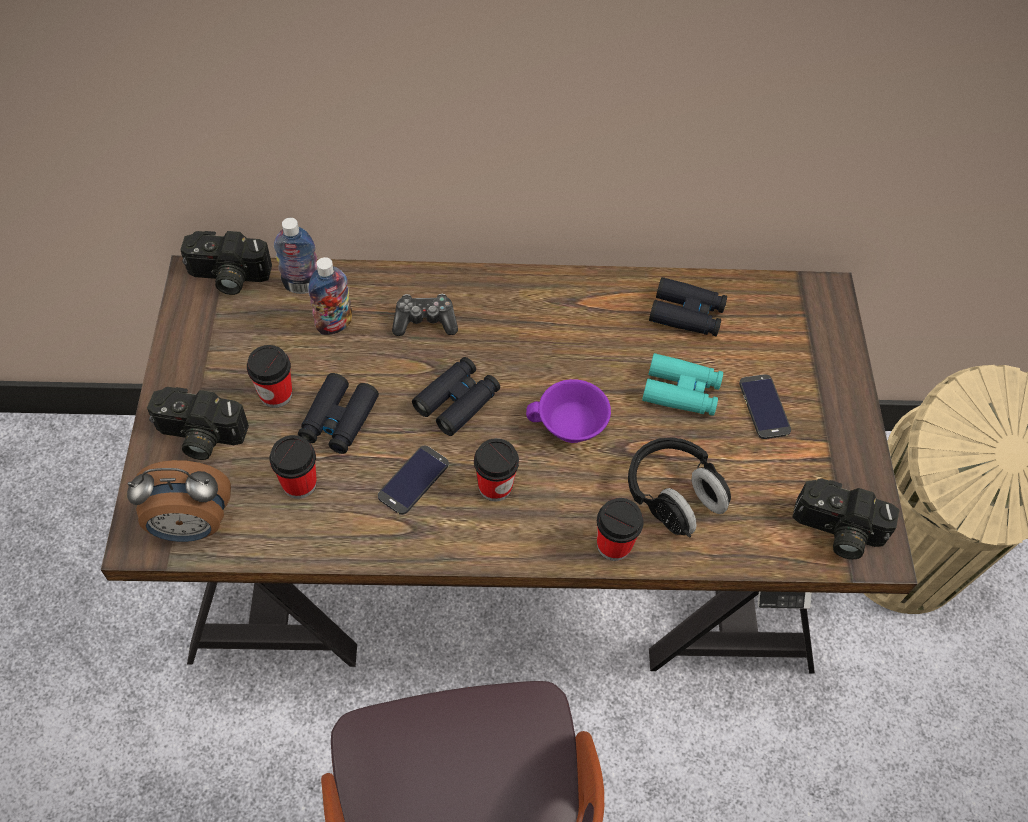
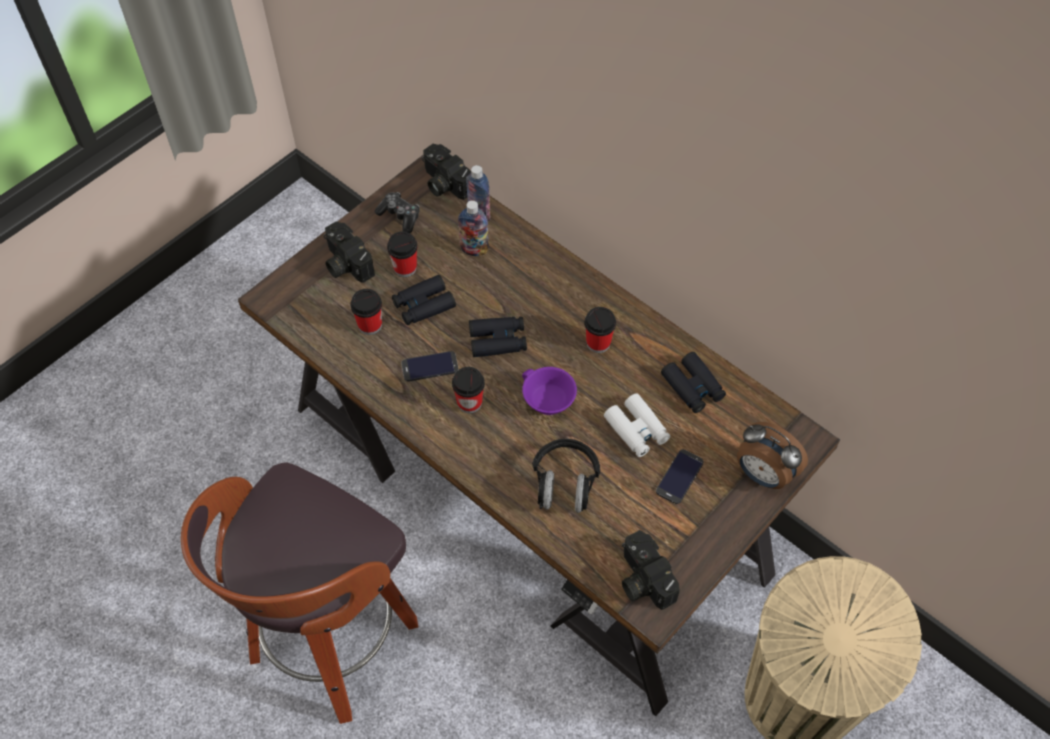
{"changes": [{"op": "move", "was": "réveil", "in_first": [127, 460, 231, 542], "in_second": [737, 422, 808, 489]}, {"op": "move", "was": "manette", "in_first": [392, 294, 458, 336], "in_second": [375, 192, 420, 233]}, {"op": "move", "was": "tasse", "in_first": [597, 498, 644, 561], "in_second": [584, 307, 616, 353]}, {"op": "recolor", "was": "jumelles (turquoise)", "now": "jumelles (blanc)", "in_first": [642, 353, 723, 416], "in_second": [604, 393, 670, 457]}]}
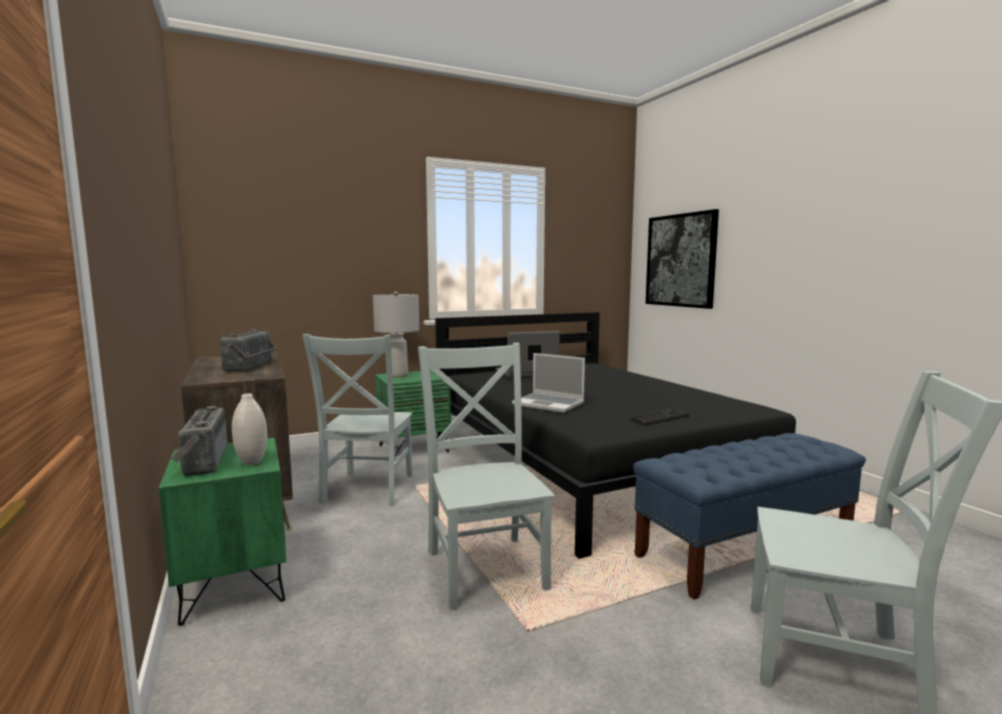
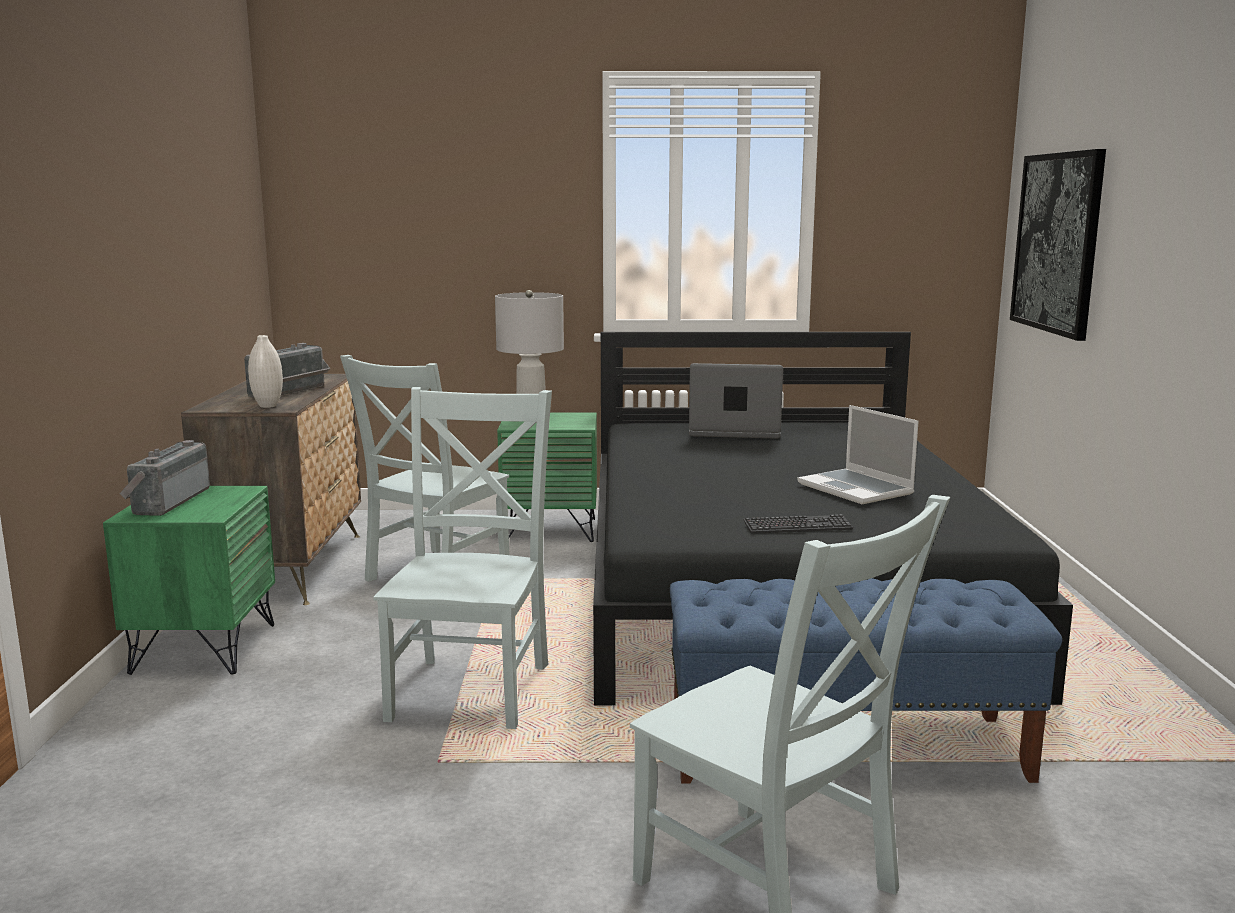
{"changes": [{"op": "move", "was": "vase (blanc)", "in_first": [232, 393, 267, 466], "in_second": [248, 335, 283, 408]}, {"op": "move", "was": "ordinateur portable", "in_first": [512, 353, 585, 413], "in_second": [798, 405, 919, 504]}]}
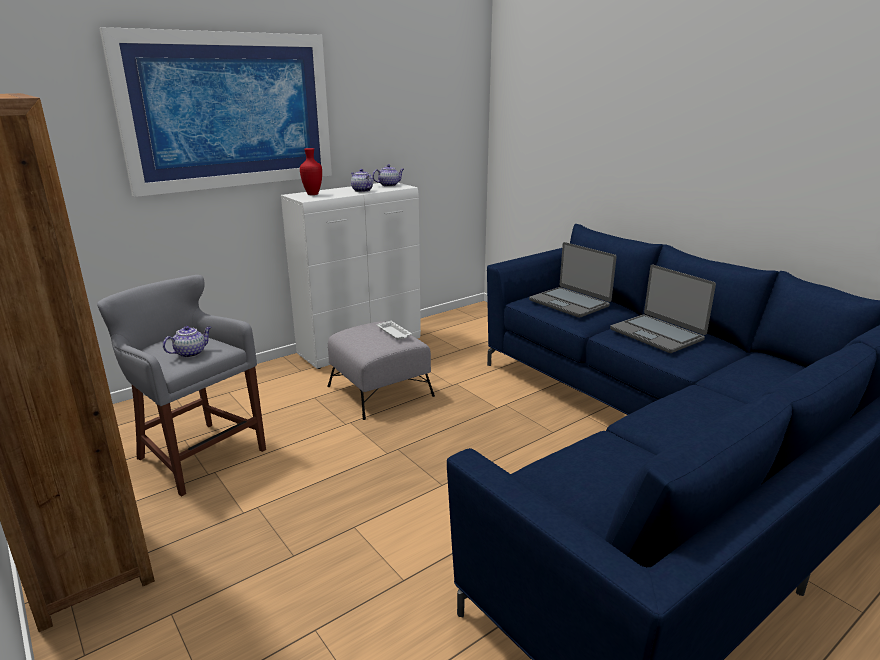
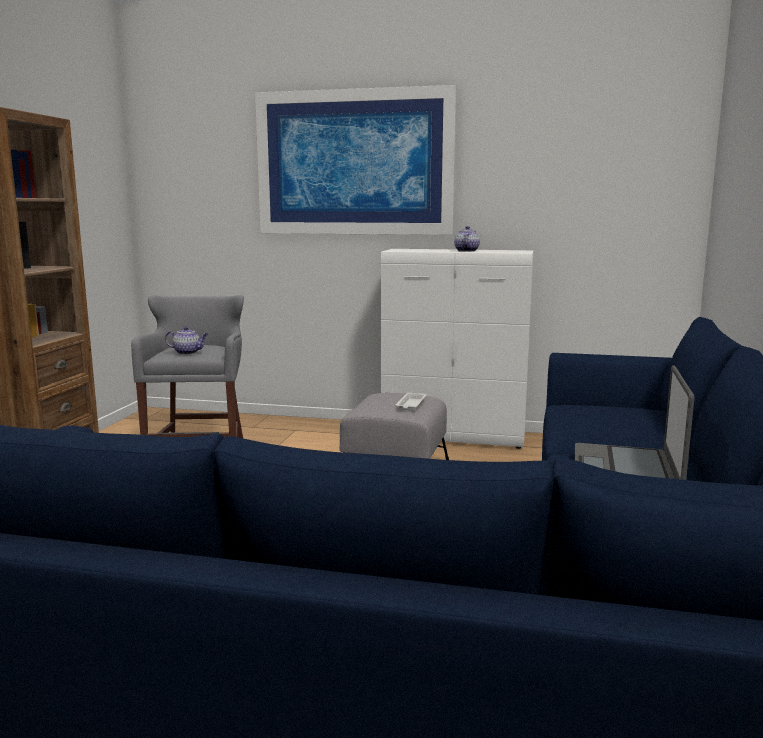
{"changes": [{"op": "delete", "was": "vase (rouge)", "in_first": [300, 148, 322, 195]}, {"op": "delete", "was": "théière", "in_first": [372, 164, 404, 187]}, {"op": "delete", "was": "ordinateur portable", "in_first": [529, 242, 617, 318]}]}
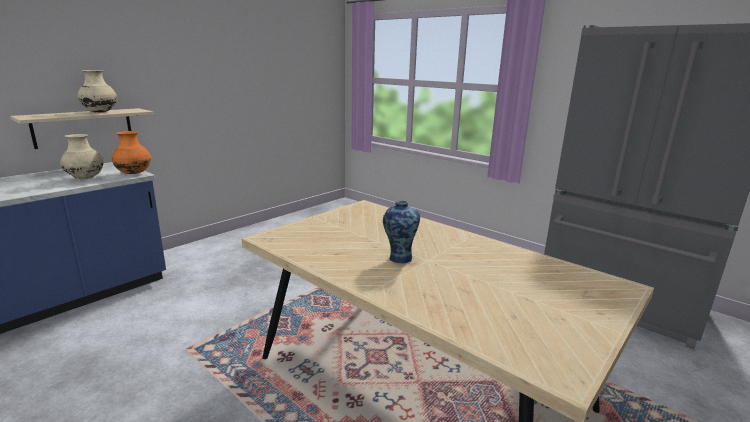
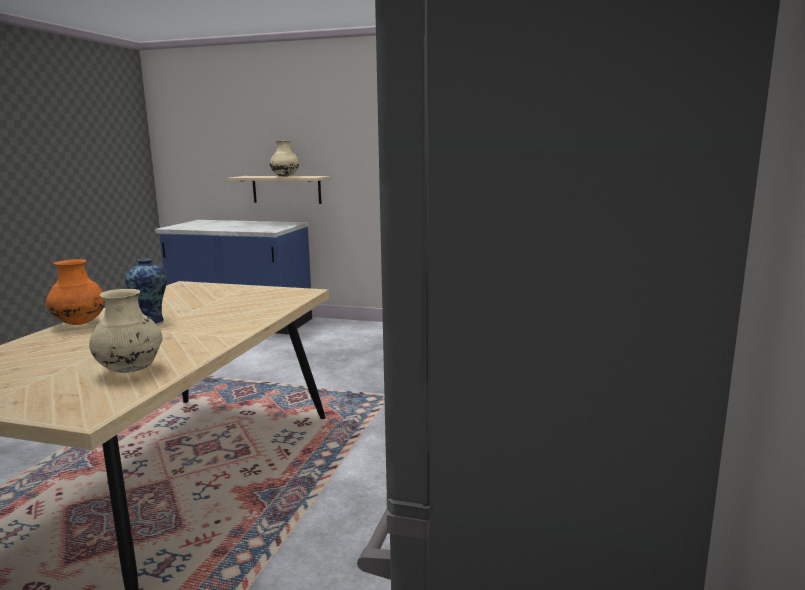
{"changes": [{"op": "move", "was": "vase (beige)", "in_first": [60, 134, 104, 179], "in_second": [89, 289, 162, 373]}, {"op": "move", "was": "vase (orange)", "in_first": [111, 131, 151, 174], "in_second": [46, 259, 105, 325]}]}
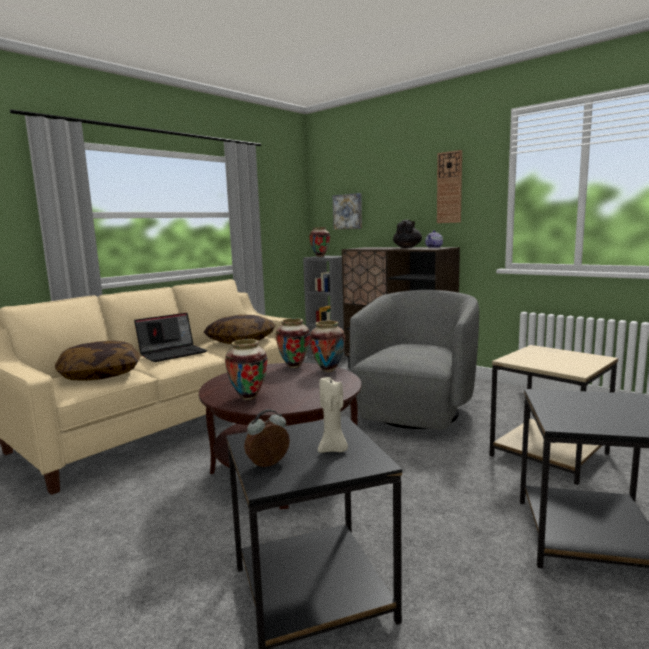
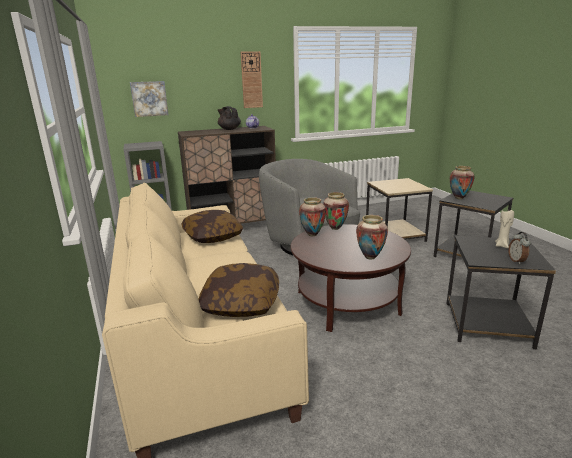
{"changes": [{"op": "delete", "was": "ordinateur portable", "in_first": [134, 313, 207, 362]}, {"op": "move", "was": "vase", "in_first": [309, 227, 330, 257], "in_second": [450, 166, 475, 199]}]}
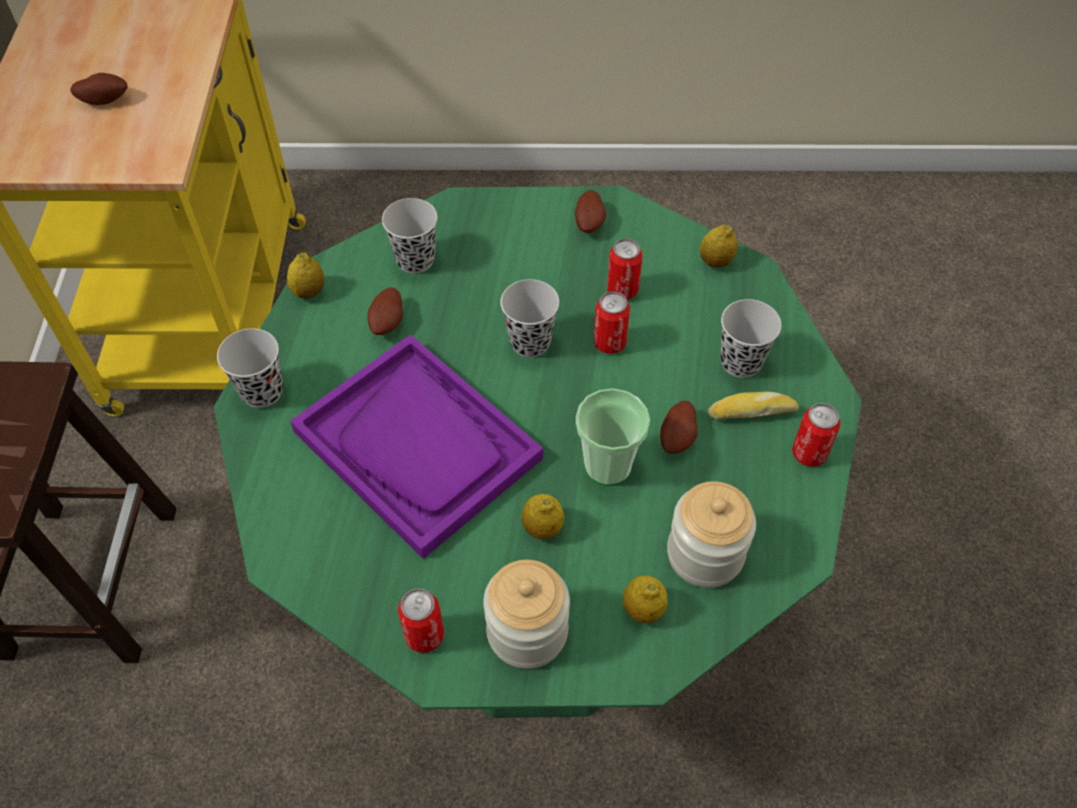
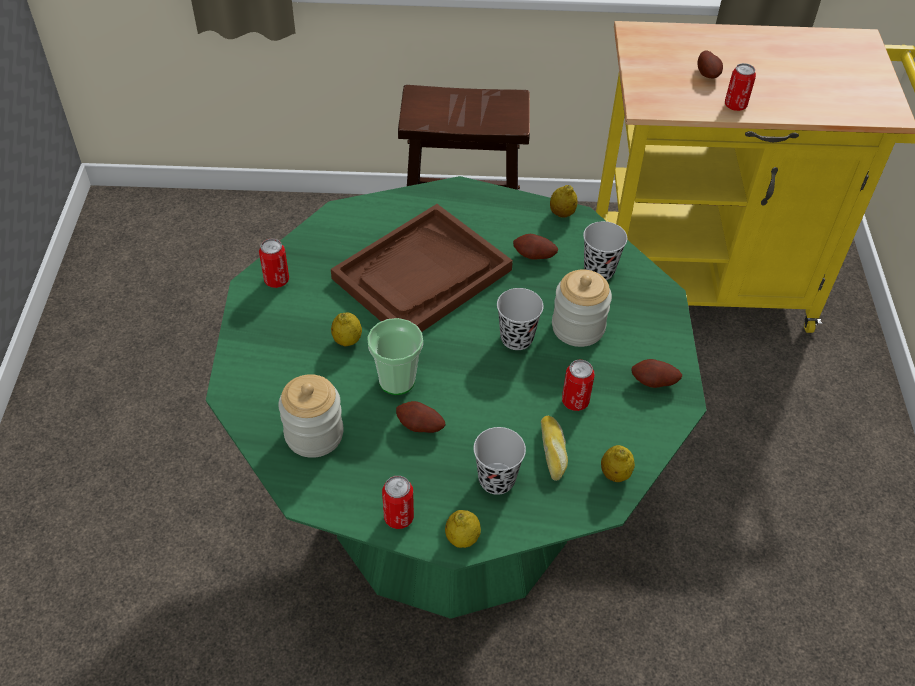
{"changes": [{"op": "delete", "was": "tasse (noir)", "in_first": [217, 328, 283, 408]}, {"op": "recolor", "was": "plateau (violet)", "now": "plateau (marron)", "in_first": [290, 334, 543, 559], "in_second": [331, 204, 513, 332]}, {"op": "move", "was": "bocal", "in_first": [483, 560, 570, 669], "in_second": [552, 270, 612, 347]}, {"op": "move", "was": "boîte métallique", "in_first": [594, 291, 630, 354], "in_second": [725, 63, 756, 111]}, {"op": "move", "was": "citron", "in_first": [623, 576, 668, 623], "in_second": [445, 510, 481, 548]}, {"op": "move", "was": "pain", "in_first": [708, 392, 799, 420], "in_second": [541, 416, 568, 481]}]}
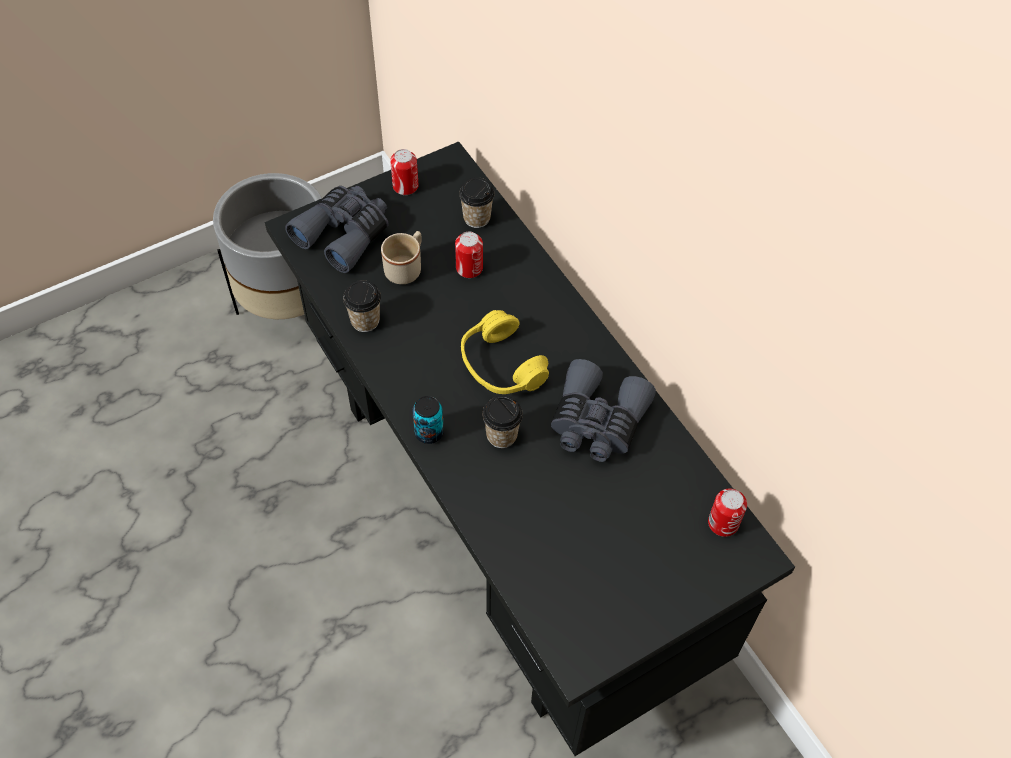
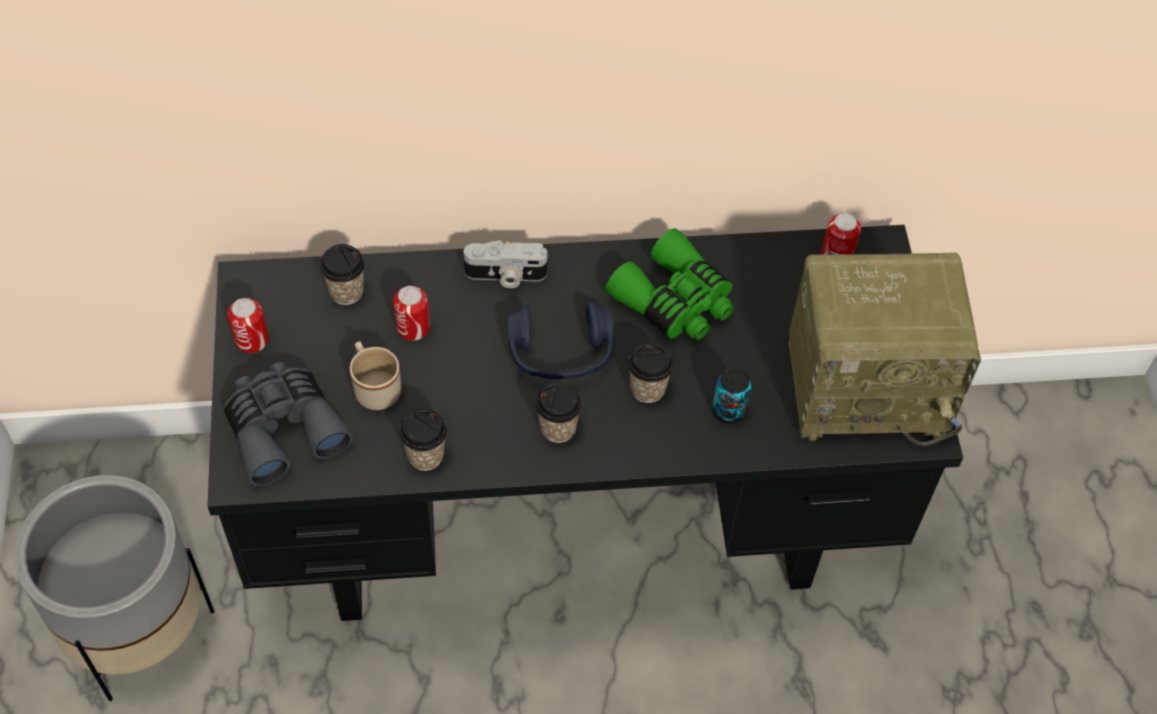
{"changes": [{"op": "move", "was": "boîte métallique", "in_first": [412, 396, 444, 444], "in_second": [712, 368, 751, 424]}, {"op": "recolor", "was": "casque audio (jaune)", "now": "casque audio (bleu)", "in_first": [461, 310, 549, 394], "in_second": [508, 302, 614, 379]}, {"op": "recolor", "was": "jumelles (gris)", "now": "jumelles (vert)", "in_first": [551, 359, 656, 462], "in_second": [606, 228, 734, 340]}, {"op": "insert", "now": "appareil photo", "in_second": [464, 240, 548, 288]}, {"op": "insert", "now": "tasse", "in_second": [535, 381, 582, 443]}, {"op": "insert", "now": "radio", "in_second": [789, 253, 981, 446]}]}
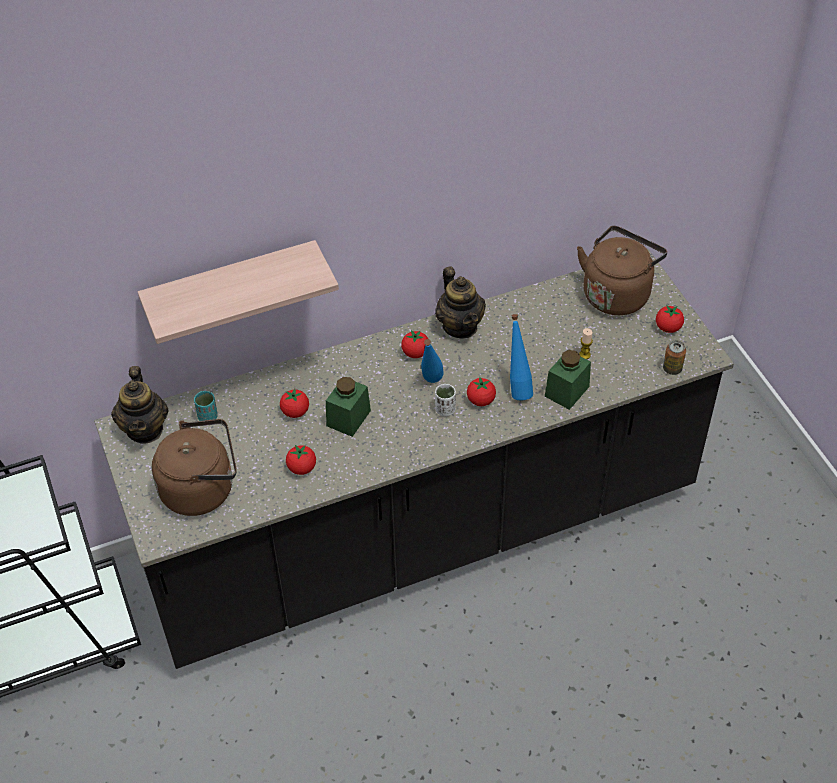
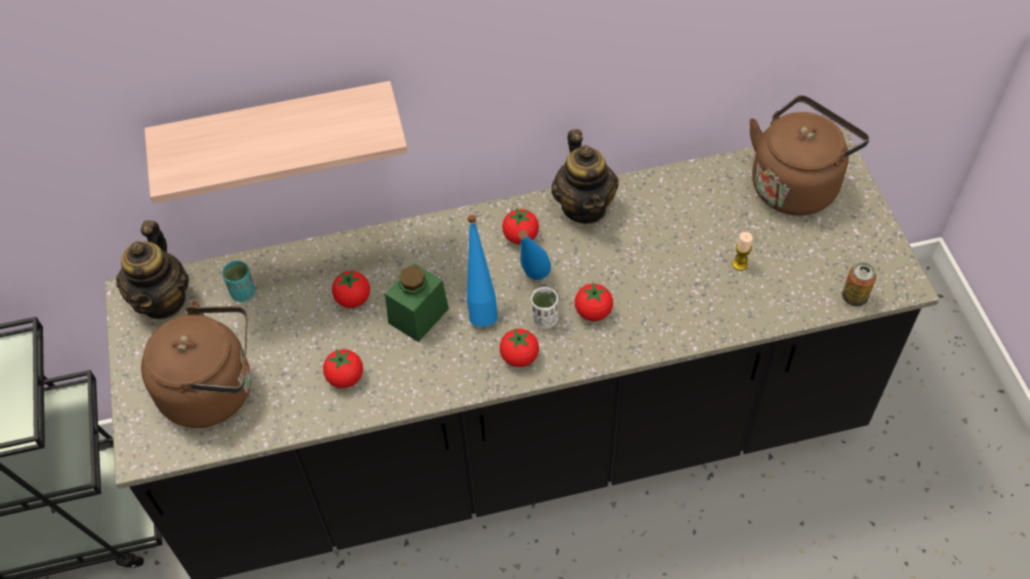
{"changes": [{"op": "move", "was": "bouteille (bleu)", "in_first": [510, 314, 533, 400], "in_second": [467, 215, 498, 327]}, {"op": "delete", "was": "bocal (vert)", "in_first": [545, 350, 591, 410]}, {"op": "move", "was": "tomate", "in_first": [656, 305, 684, 333], "in_second": [500, 328, 539, 367]}]}
